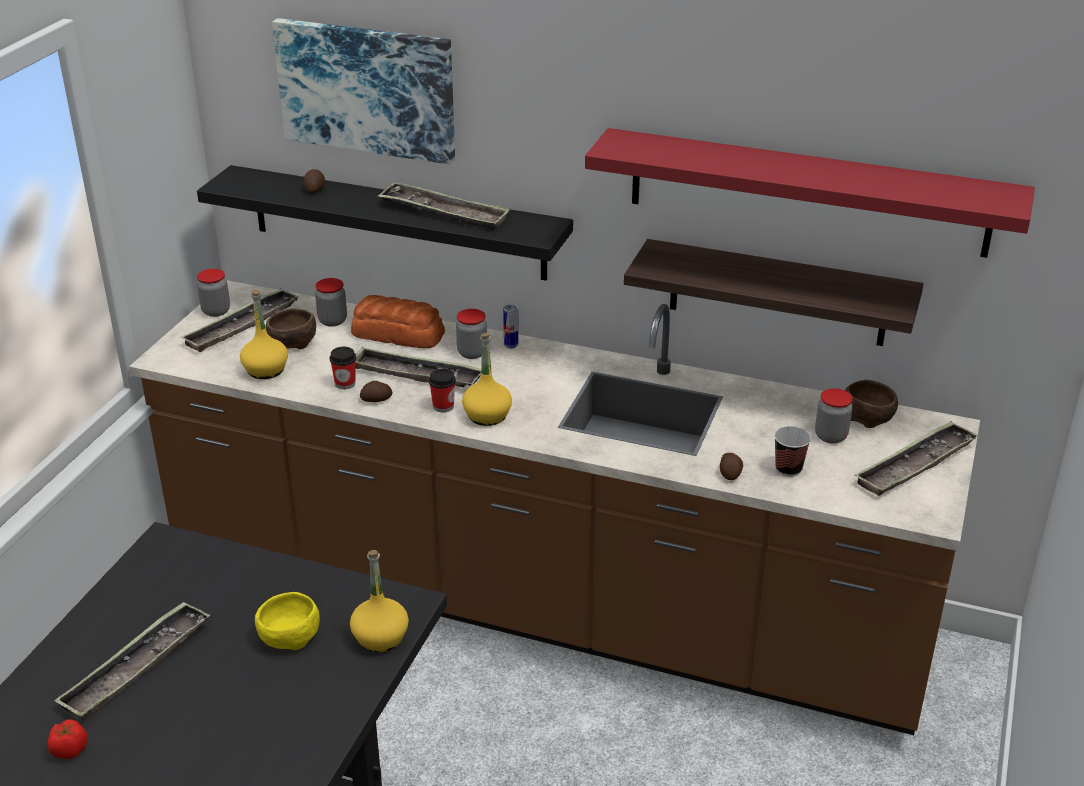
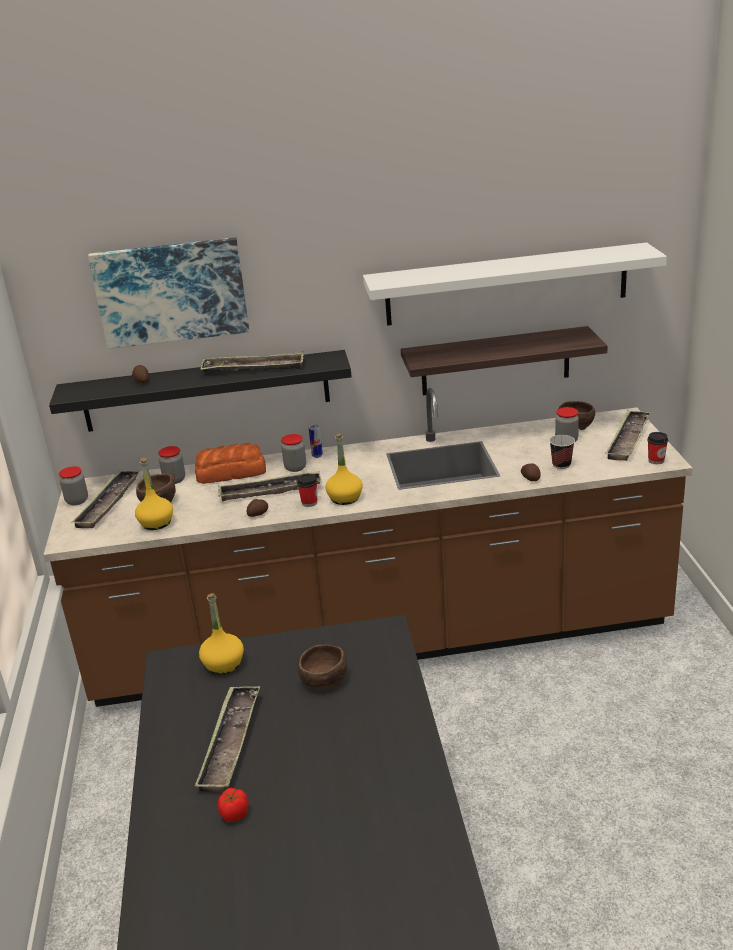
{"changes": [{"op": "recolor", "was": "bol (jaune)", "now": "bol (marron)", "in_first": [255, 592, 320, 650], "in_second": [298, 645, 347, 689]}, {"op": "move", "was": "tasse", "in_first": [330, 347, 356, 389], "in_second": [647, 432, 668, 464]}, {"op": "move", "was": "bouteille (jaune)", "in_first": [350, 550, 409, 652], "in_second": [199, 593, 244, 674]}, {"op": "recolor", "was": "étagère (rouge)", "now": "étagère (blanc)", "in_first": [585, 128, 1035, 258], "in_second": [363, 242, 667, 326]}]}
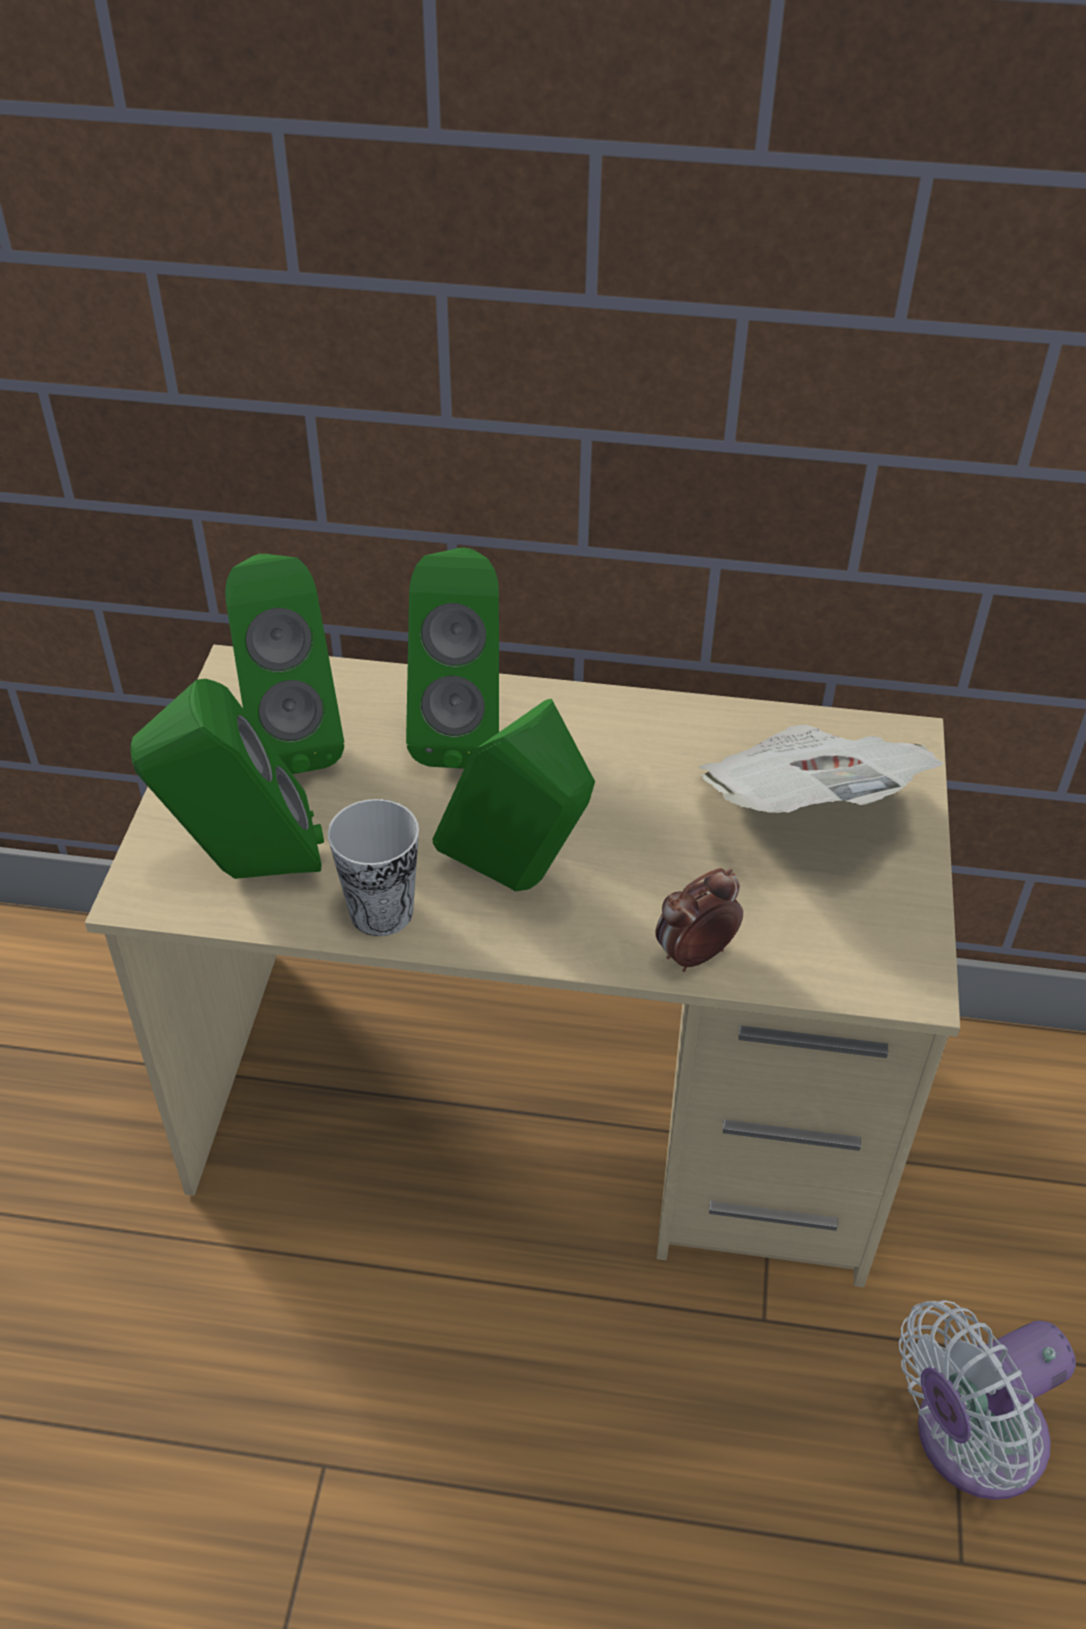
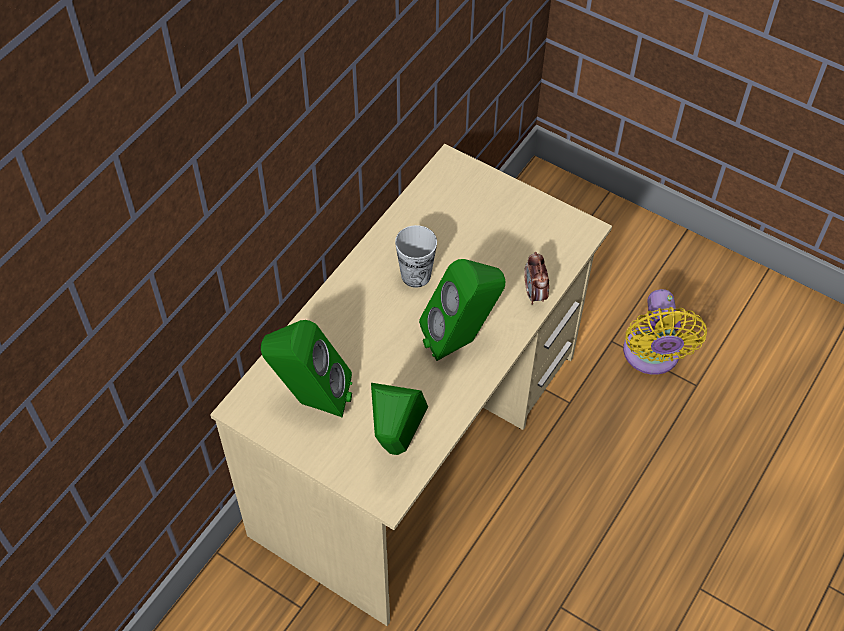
{"changes": [{"op": "move", "was": "tasse", "in_first": [328, 799, 419, 936], "in_second": [395, 225, 437, 288]}, {"op": "delete", "was": "enceinte (vert)", "in_first": [406, 547, 499, 769]}, {"op": "delete", "was": "journal", "in_first": [698, 724, 943, 813]}, {"op": "recolor", "was": "ventilateur (blanc)", "now": "ventilateur (jaune)", "in_first": [899, 1300, 1076, 1500], "in_second": [623, 289, 707, 375]}]}
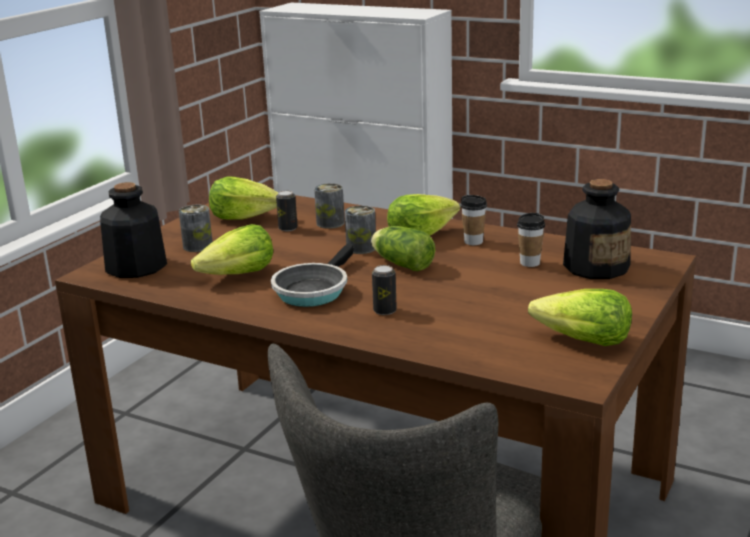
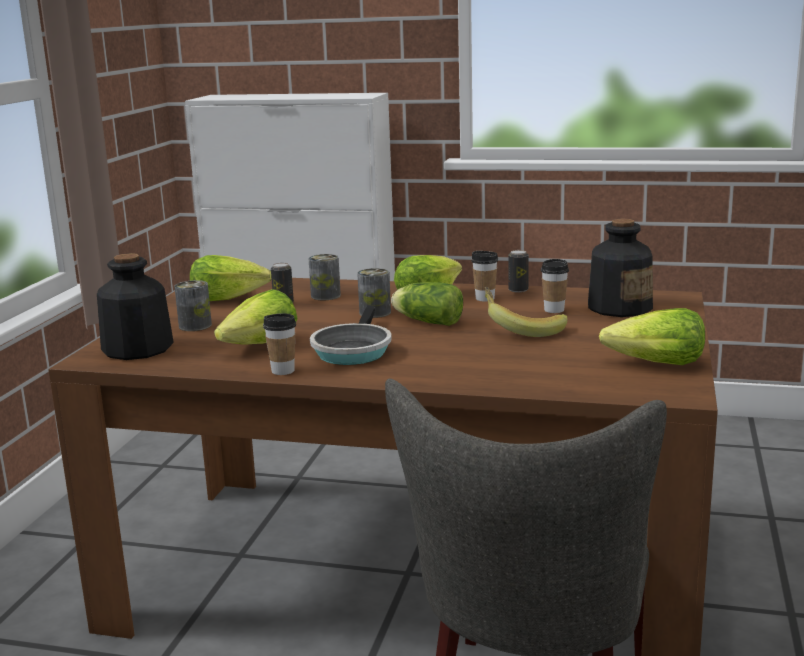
{"changes": [{"op": "move", "was": "boîte métallique", "in_first": [372, 265, 397, 315], "in_second": [508, 250, 529, 293]}, {"op": "insert", "now": "tasse", "in_second": [263, 313, 296, 375]}, {"op": "insert", "now": "banane", "in_second": [485, 287, 567, 337]}]}
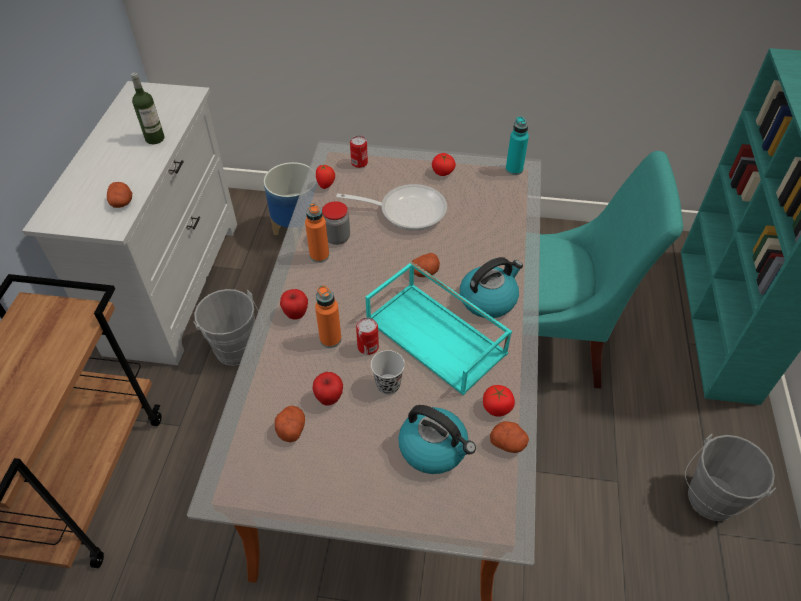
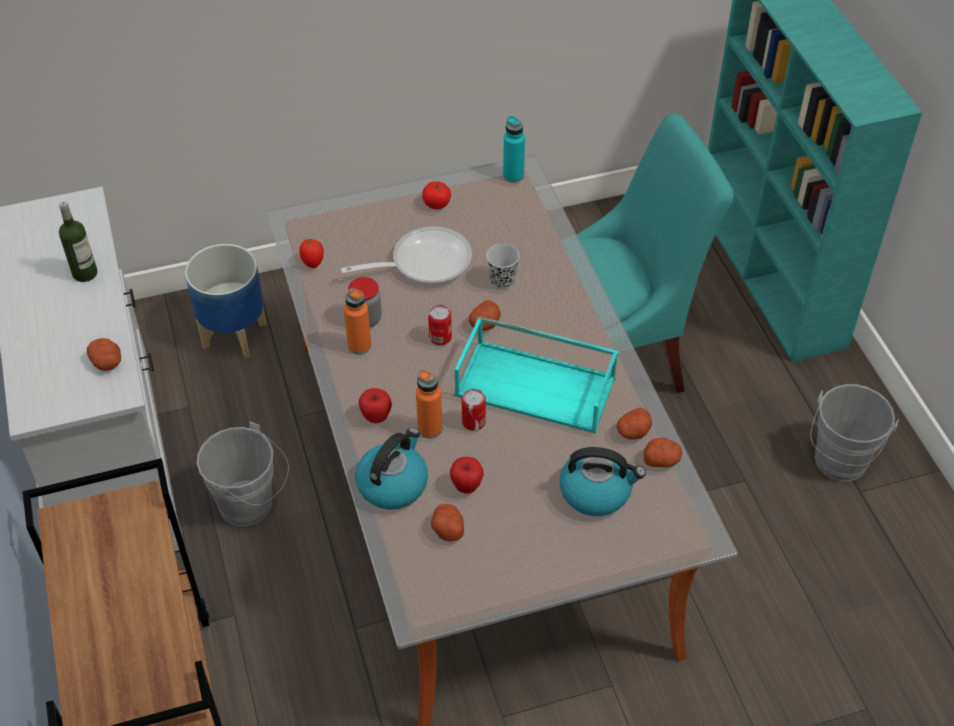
{"changes": [{"op": "move", "was": "boîte métallique", "in_first": [350, 136, 368, 168], "in_second": [428, 305, 452, 345]}, {"op": "move", "was": "tasse (noir)", "in_first": [371, 350, 405, 395], "in_second": [486, 244, 519, 289]}, {"op": "move", "was": "bouilloire", "in_first": [460, 257, 523, 318], "in_second": [355, 428, 428, 510]}, {"op": "replace", "was": "tomate", "now": "pomme de terre", "in_first": [483, 385, 515, 417], "in_second": [617, 407, 652, 440]}]}
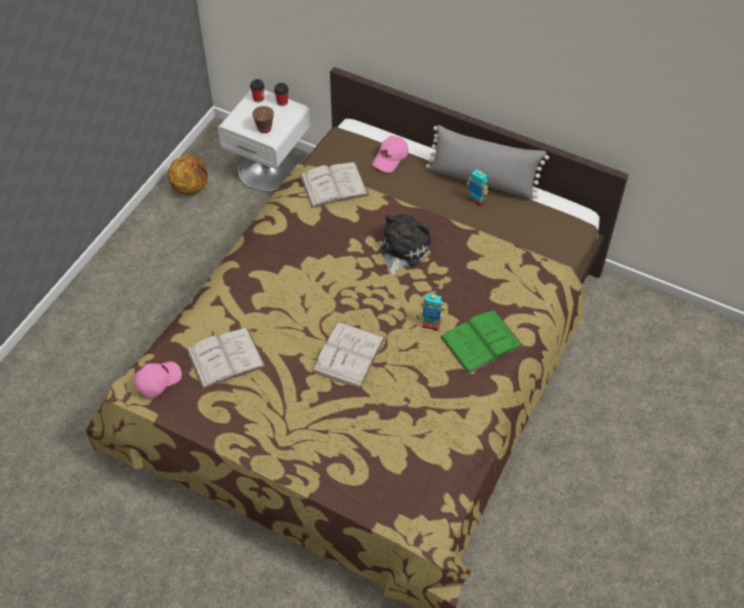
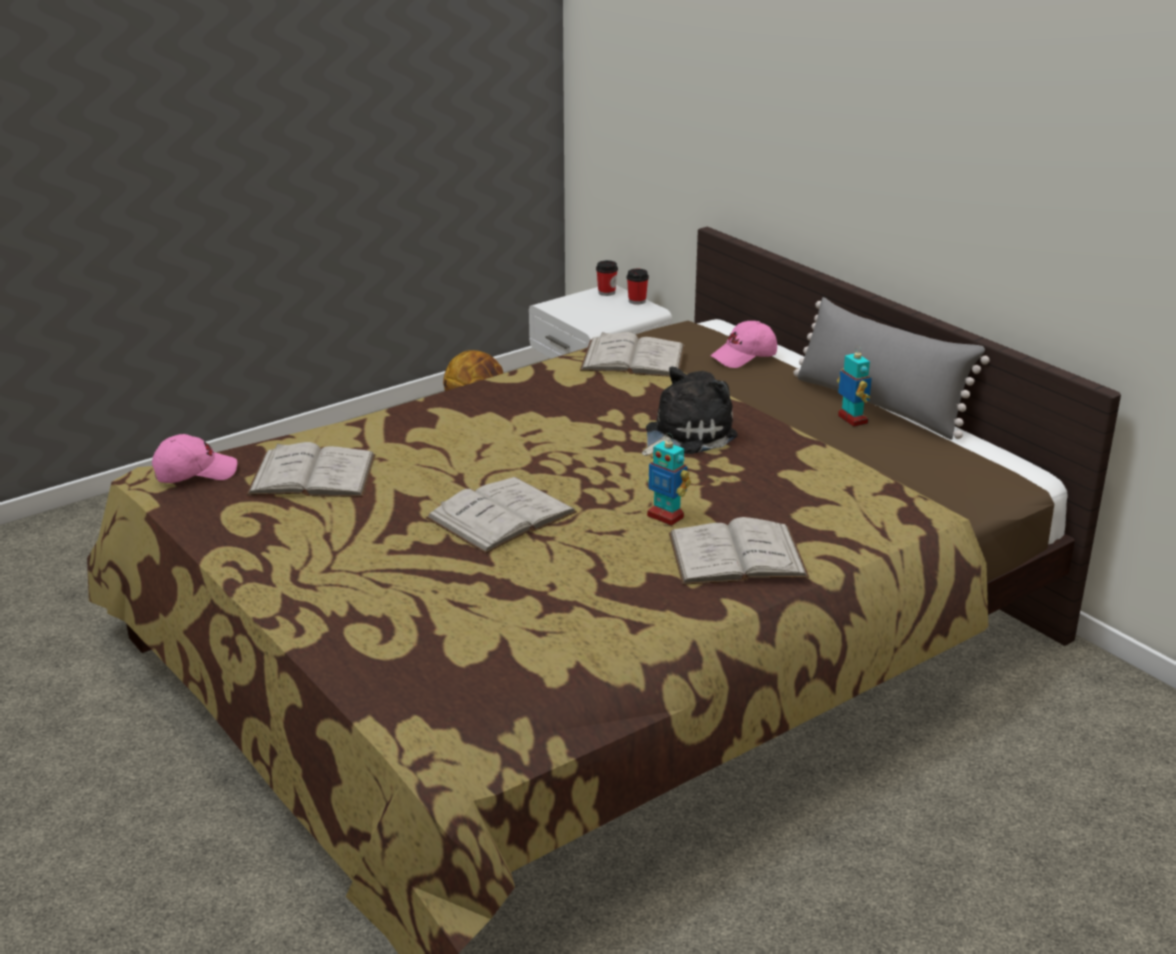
{"changes": [{"op": "delete", "was": "tasse (marron)", "in_first": [252, 106, 274, 133]}, {"op": "recolor", "was": "livre (vert)", "now": "livre (blanc)", "in_first": [440, 310, 523, 374], "in_second": [669, 517, 809, 585]}]}
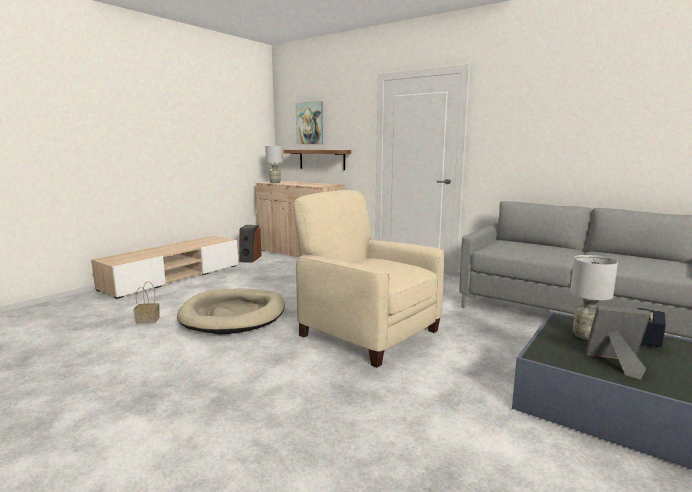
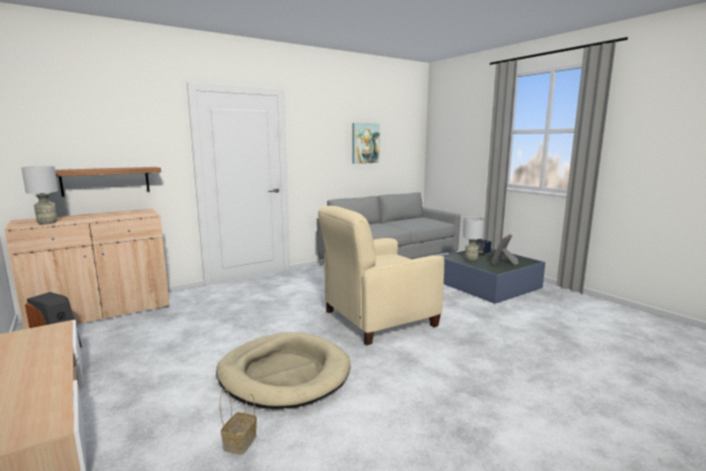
{"changes": [{"op": "move", "was": "tableau", "in_first": [296, 101, 323, 144], "in_second": [353, 123, 380, 164]}]}
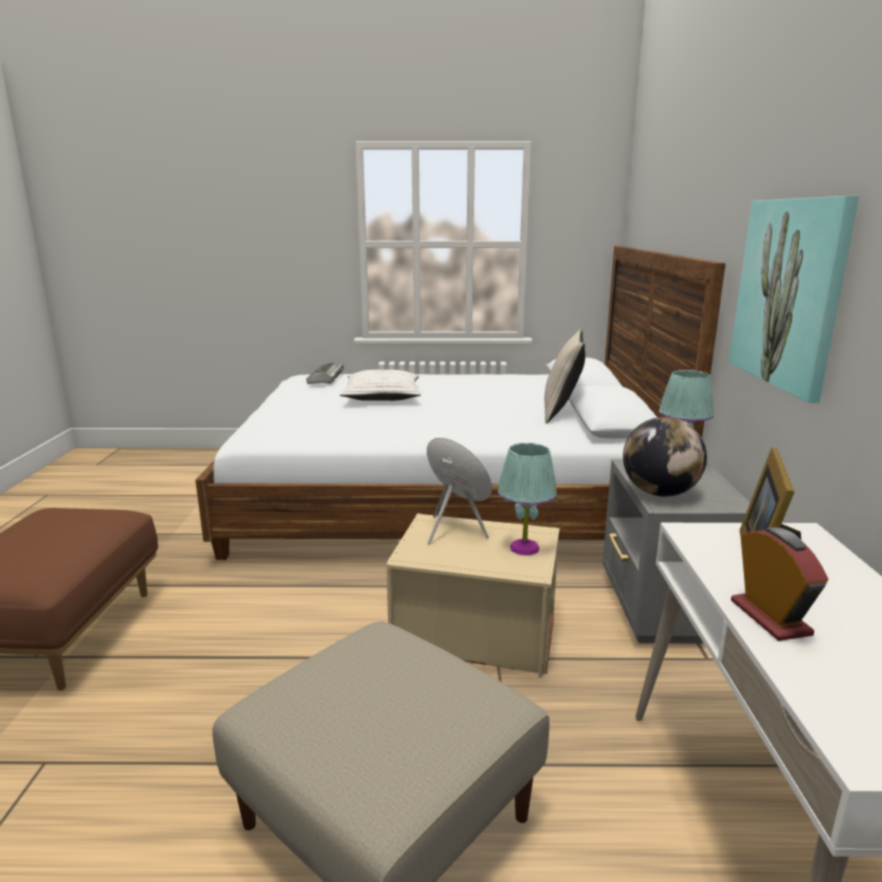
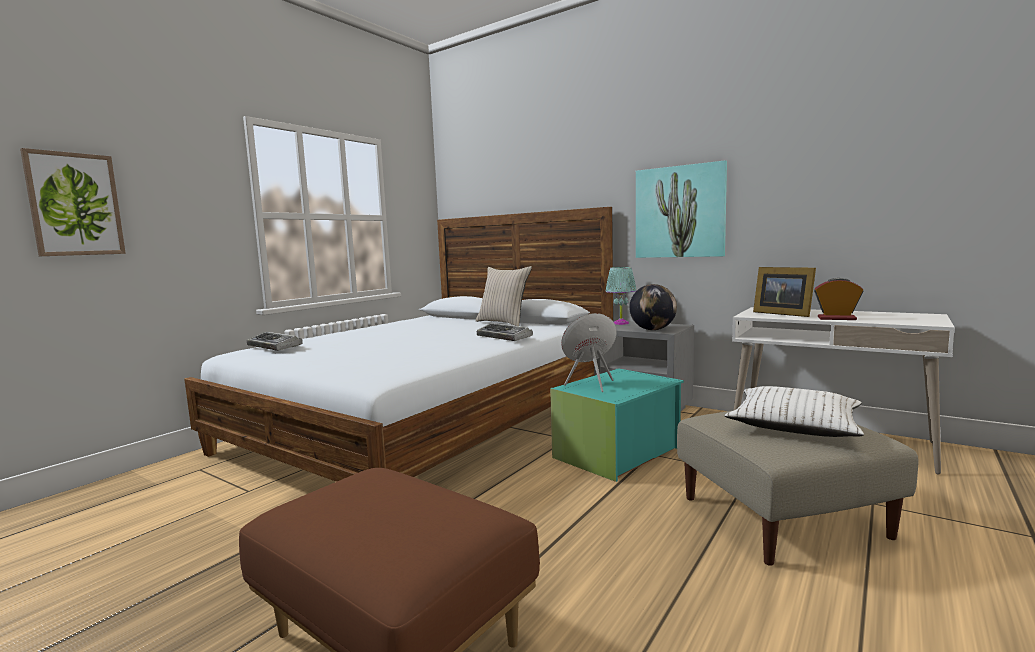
{"changes": [{"op": "move", "was": "coussin (blanc)", "in_first": [340, 370, 421, 401], "in_second": [725, 386, 864, 437]}, {"op": "recolor", "was": "boîte de rangement (beige)", "now": "boîte de rangement (turquoise)", "in_first": [386, 513, 560, 678], "in_second": [550, 369, 684, 482]}, {"op": "delete", "was": "lampe de table (turquoise)", "in_first": [498, 443, 557, 555]}, {"op": "insert", "now": "tableau", "in_second": [20, 148, 126, 256]}, {"op": "insert", "now": "clavier", "in_second": [477, 323, 533, 341]}]}
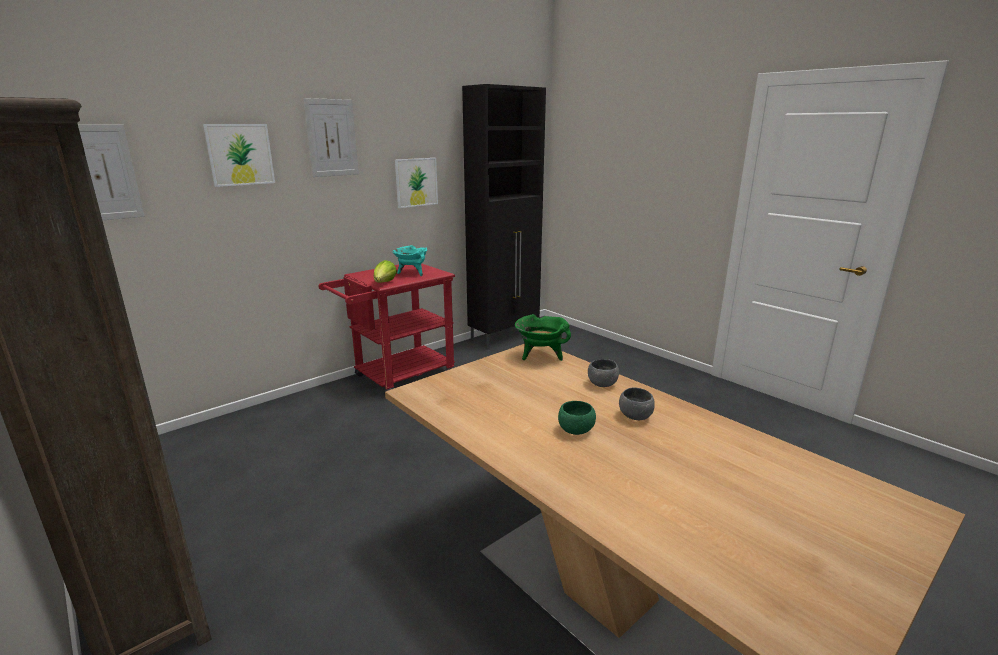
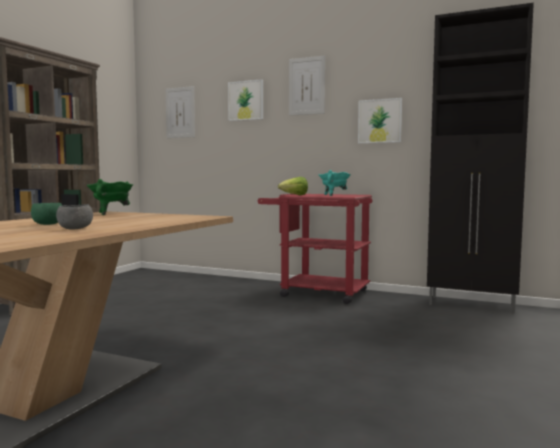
{"changes": [{"op": "move", "was": "marmite (vert)", "in_first": [515, 314, 571, 361], "in_second": [87, 179, 133, 215]}, {"op": "delete", "was": "bol (gris)", "in_first": [588, 359, 619, 387]}]}
